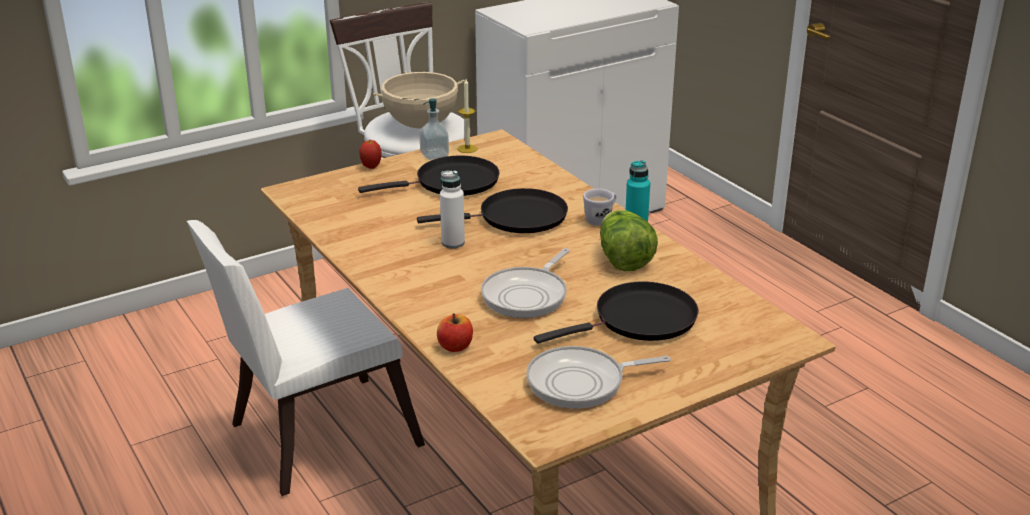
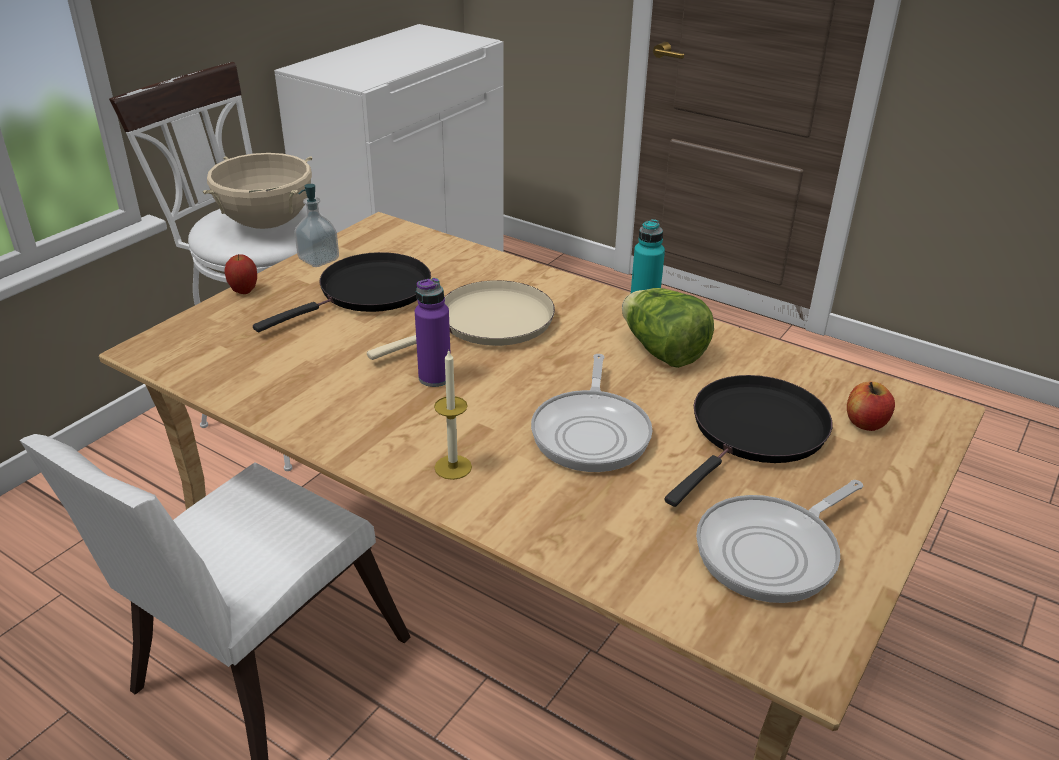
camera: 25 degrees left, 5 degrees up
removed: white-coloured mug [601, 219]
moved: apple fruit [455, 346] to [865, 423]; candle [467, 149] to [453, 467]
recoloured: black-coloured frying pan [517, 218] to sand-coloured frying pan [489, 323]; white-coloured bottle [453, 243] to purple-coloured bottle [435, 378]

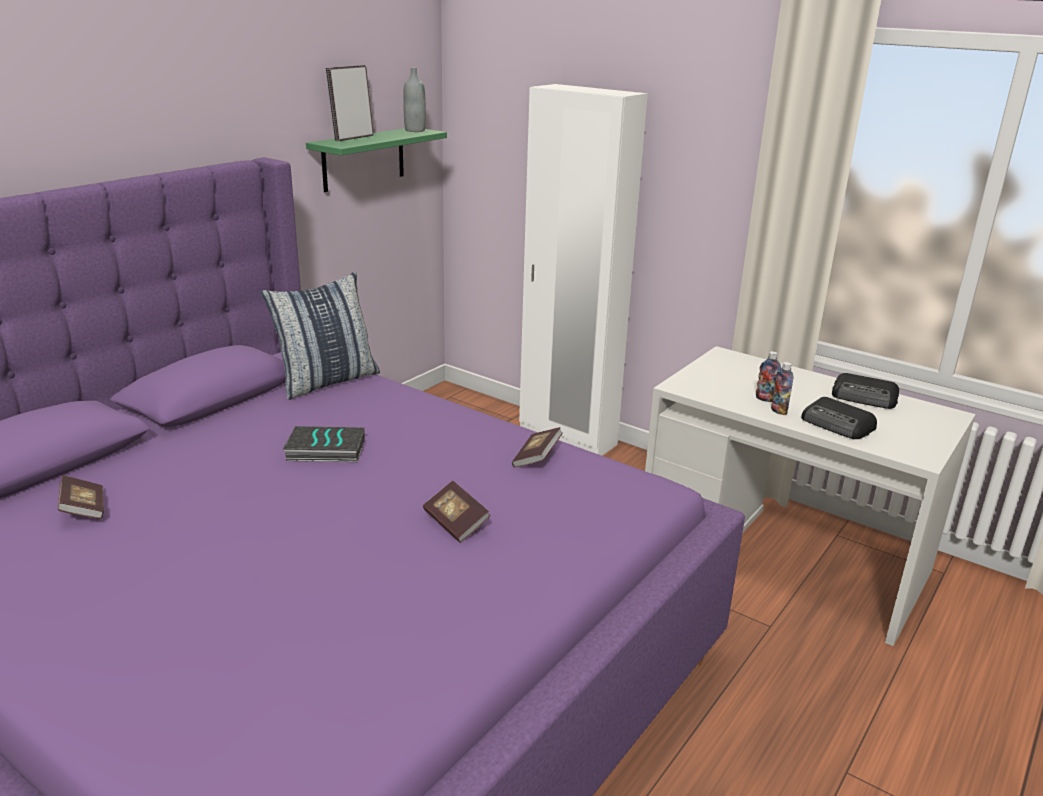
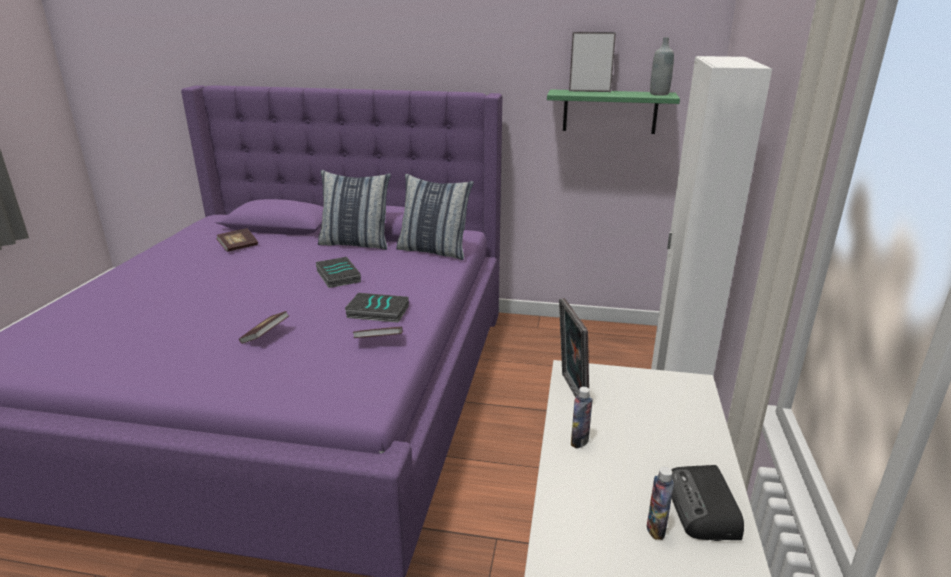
camera: 65 degrees right, 0 degrees up
removed: radio set [838, 425]
added: throw pillow [356, 243]; bound book [377, 312]; standing frame [570, 392]
moved: bottle [765, 399] to [656, 529]

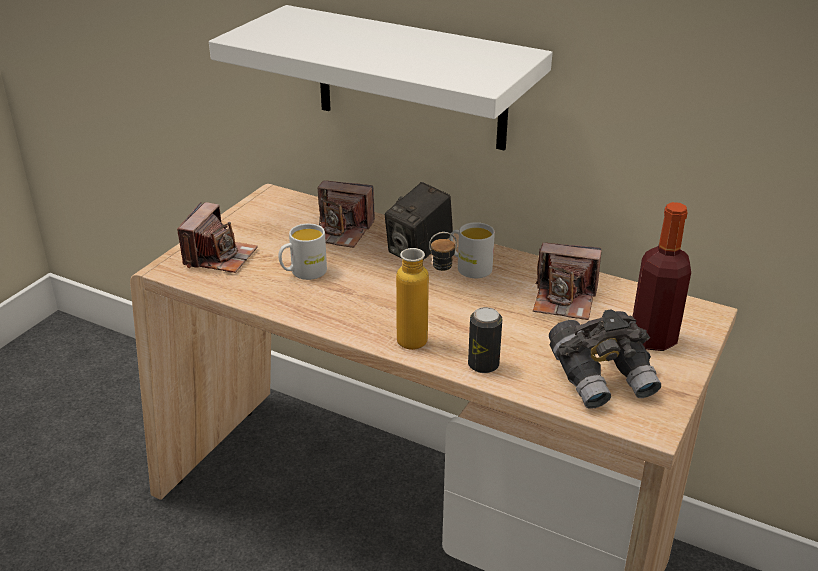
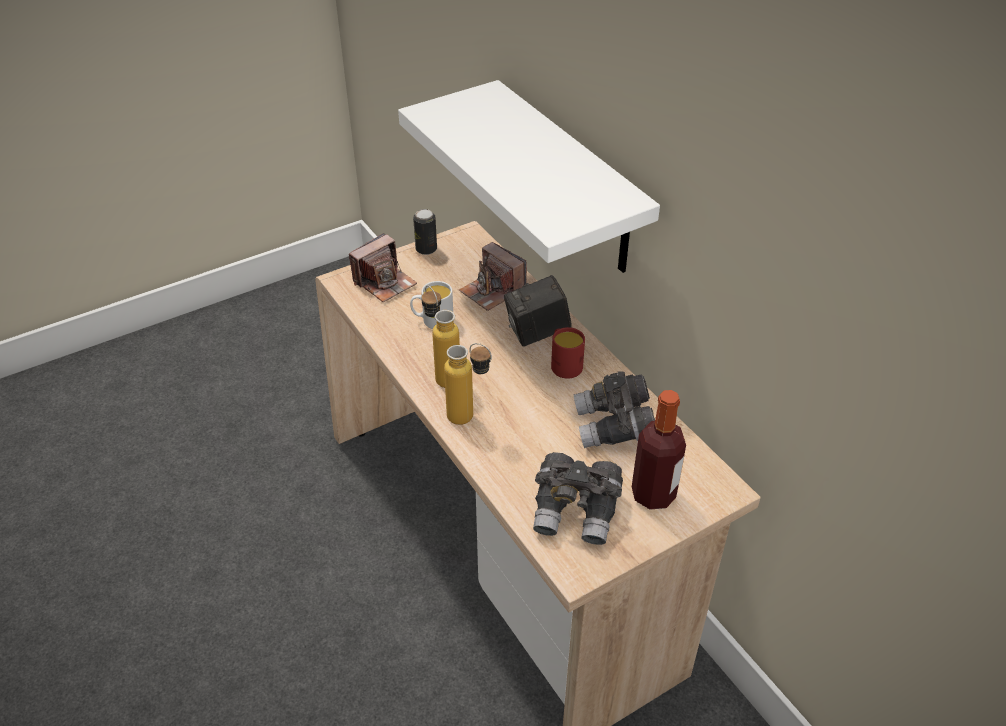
camera: 30 degrees right, 10 degrees up
added: bottle [442, 374]
moved: sealed can [483, 365] to [426, 249]
replaced: photo camera [564, 300] to grey field glasses [614, 427]
recoloured: white-coloured mug [469, 267] to red-coloured mug [564, 364]

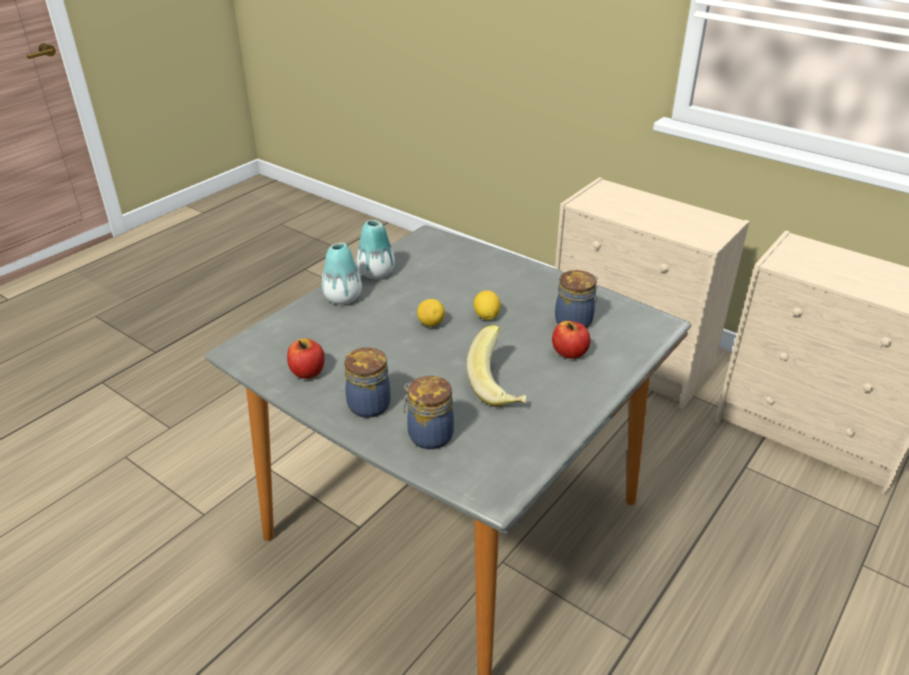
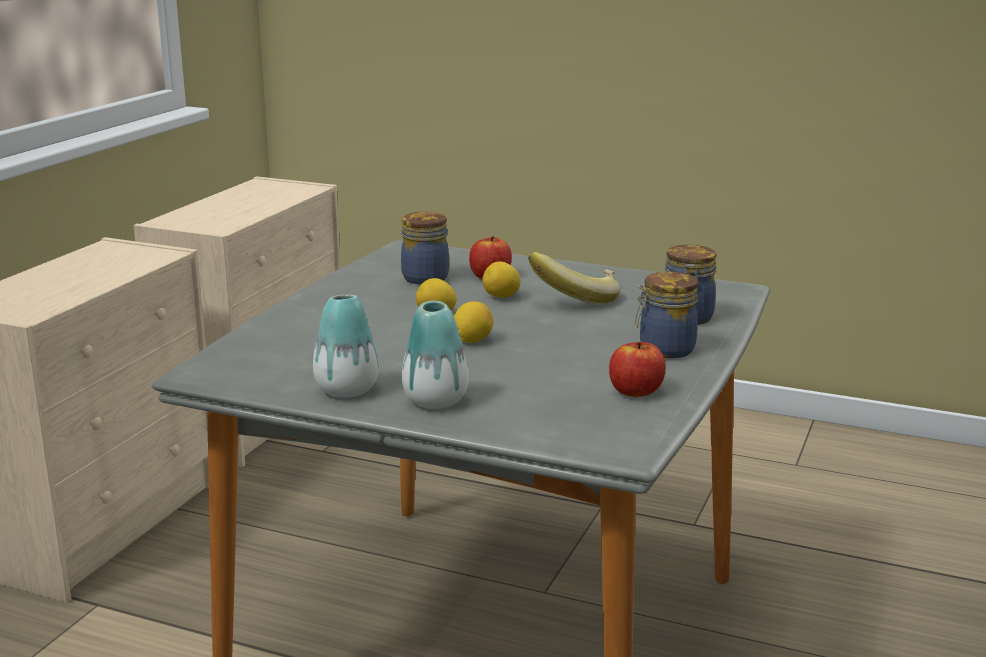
camera: 105 degrees left, 15 degrees down
added: citrus fruit [501, 297]

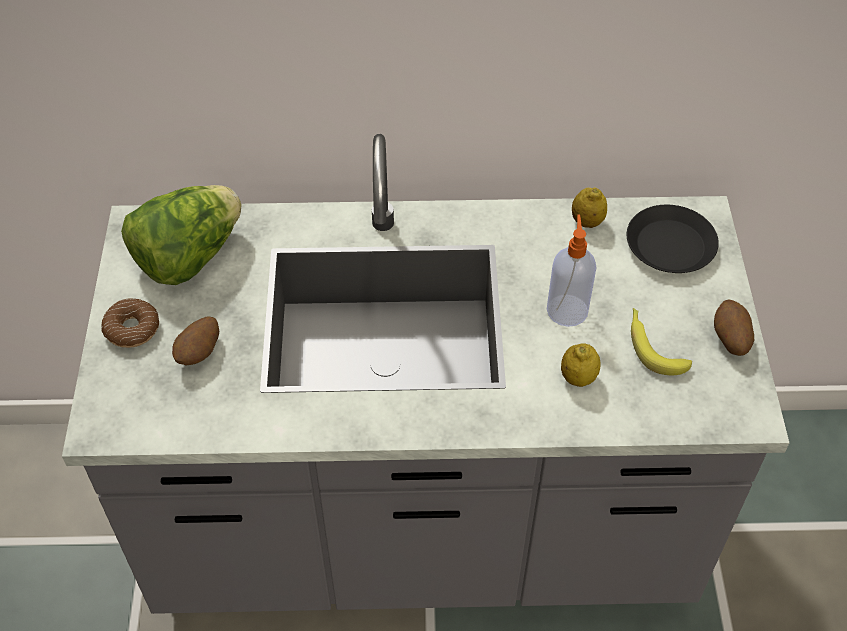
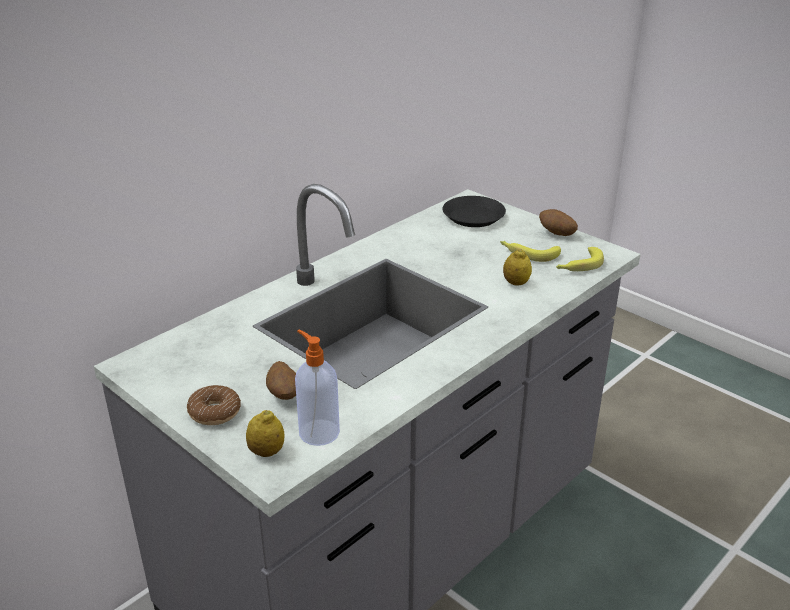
camera: 45 degrees left, 20 degrees down
removed: head of lettuce [189, 257]
added: banana [578, 266]
moved: liquid soap bottle [567, 309] to [318, 432]; citrus fruit [587, 222] to [266, 452]

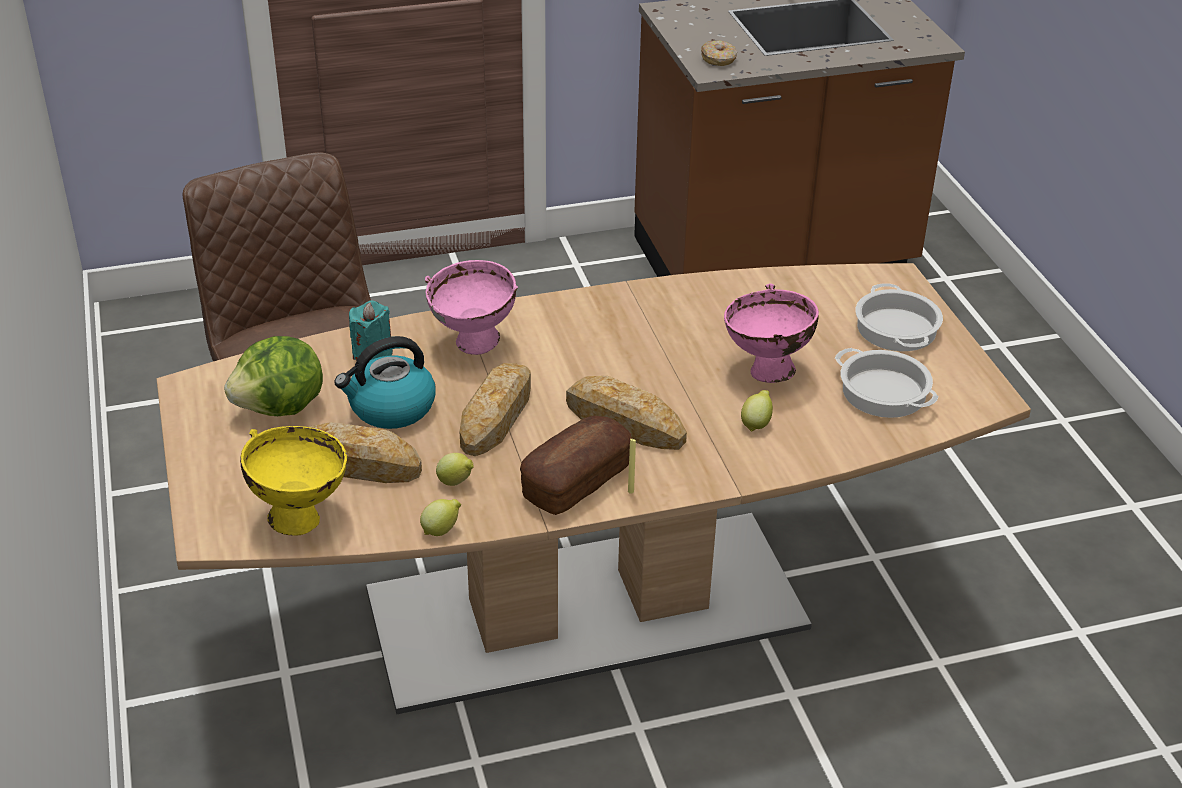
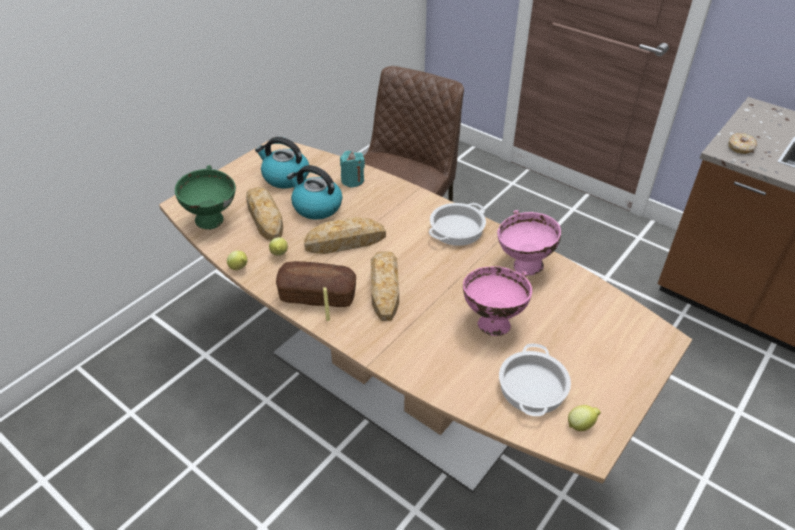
camera: 55 degrees right, 5 degrees up
moved: pink serving bowl [475, 345] to [524, 267]; citrus fruit [756, 423] to [581, 425]; cooking pot [895, 328] to [456, 229]
replaced: head of lettuce [281, 408] to tea kettle [285, 177]
recoloured: yellow-coloured serving bowl [300, 518] to green-coloured serving bowl [213, 221]

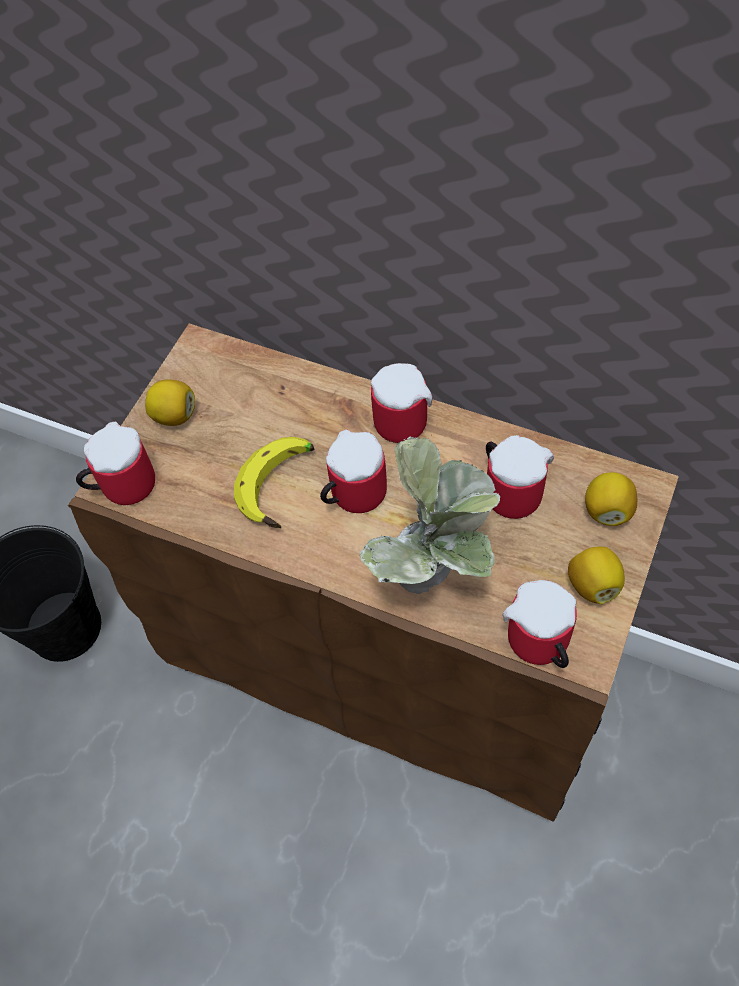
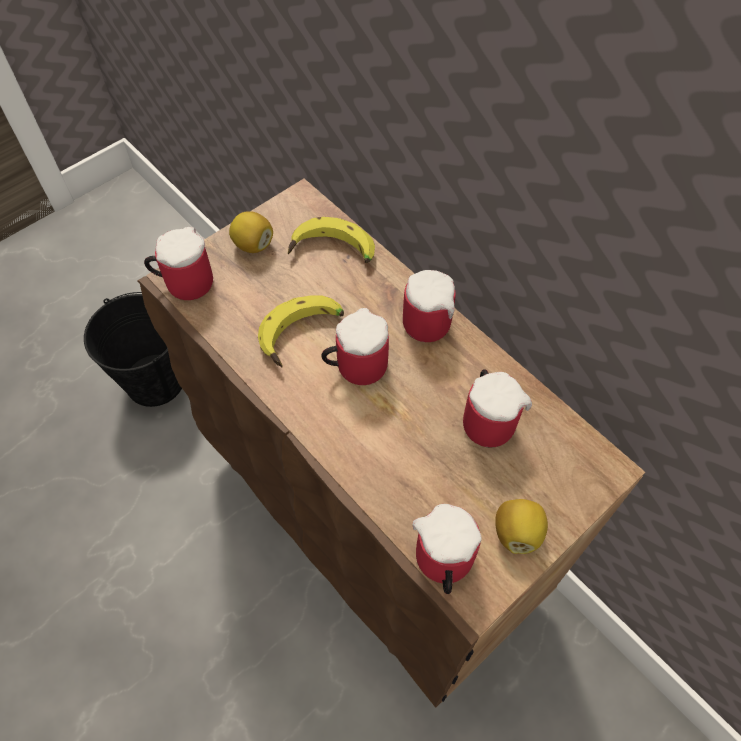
camera: 20 degrees right, 0 degrees up
removed: houseplant [436, 577]; citrus fruit [607, 510]
added: banana [332, 252]

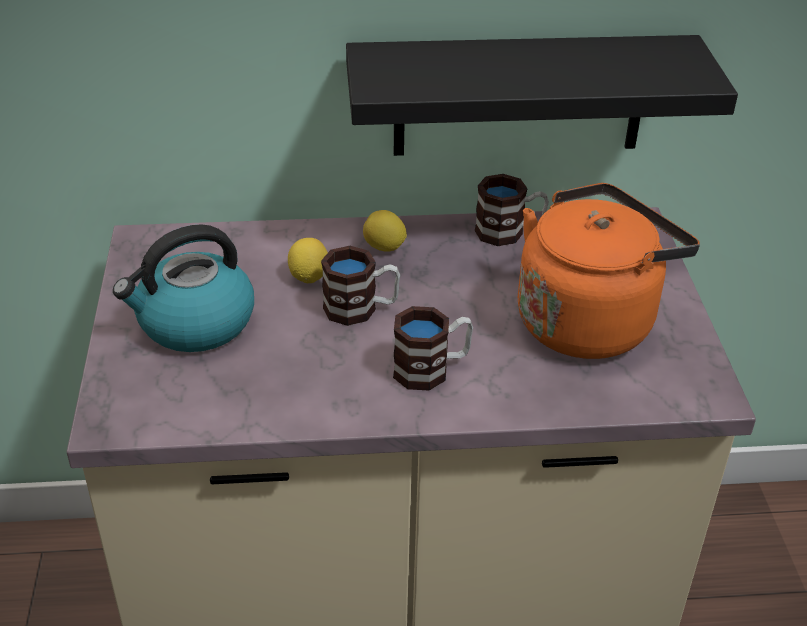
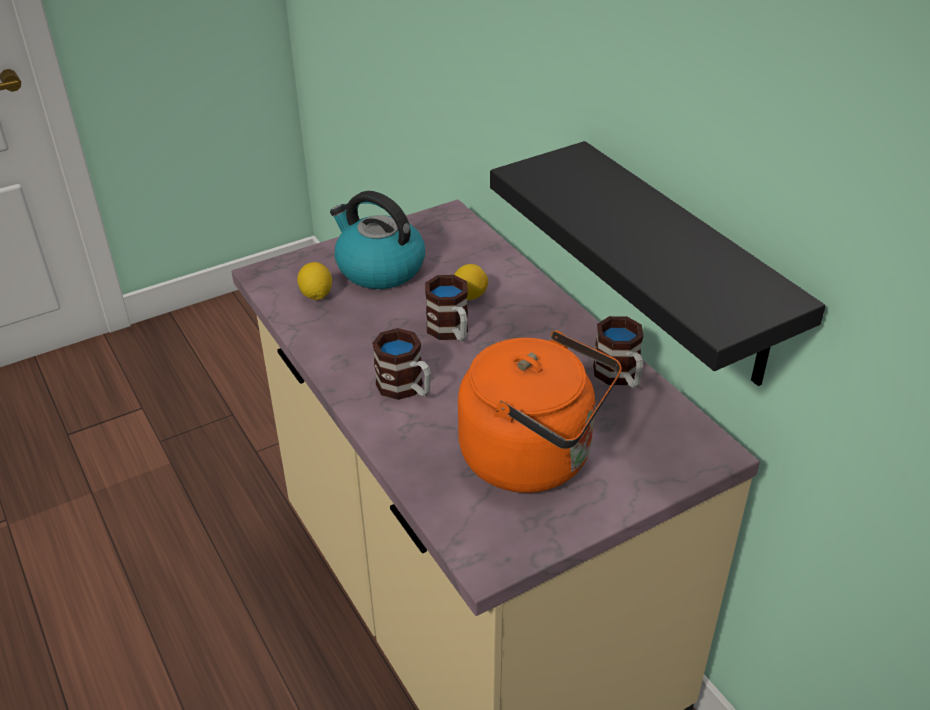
camera: 65 degrees right, 0 degrees up
moved: citrus fruit [384, 248] to [316, 295]

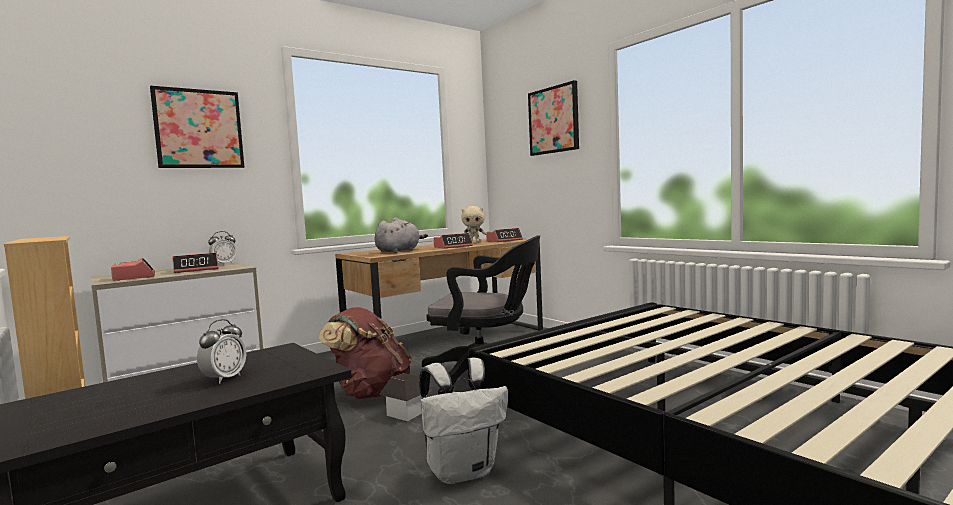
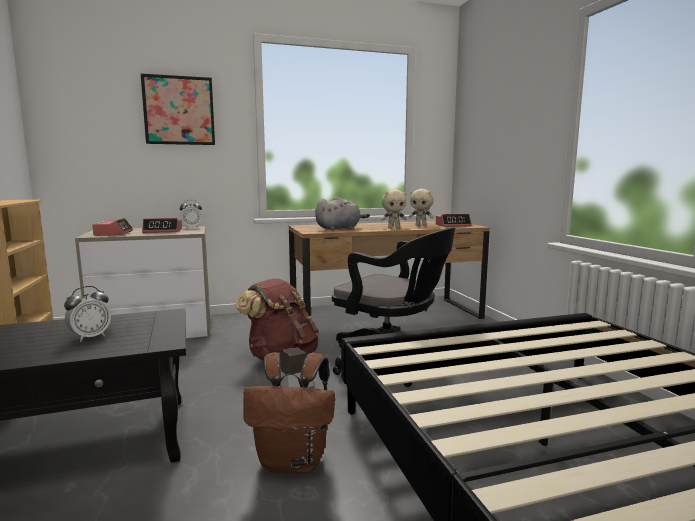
camera: 20 degrees right, 5 degrees up
removed: picture [554, 120]
replaced: bedside clock [453, 247] to sand-coloured plush toy [393, 228]
recoloured: white-coloured knapsack [463, 471] to brown-coloured knapsack [293, 461]

